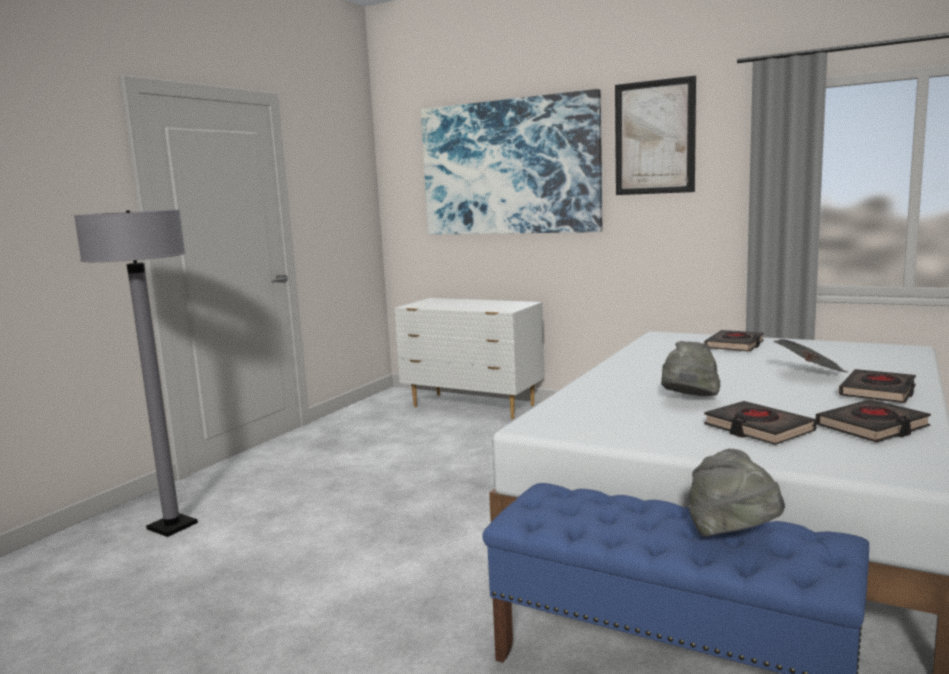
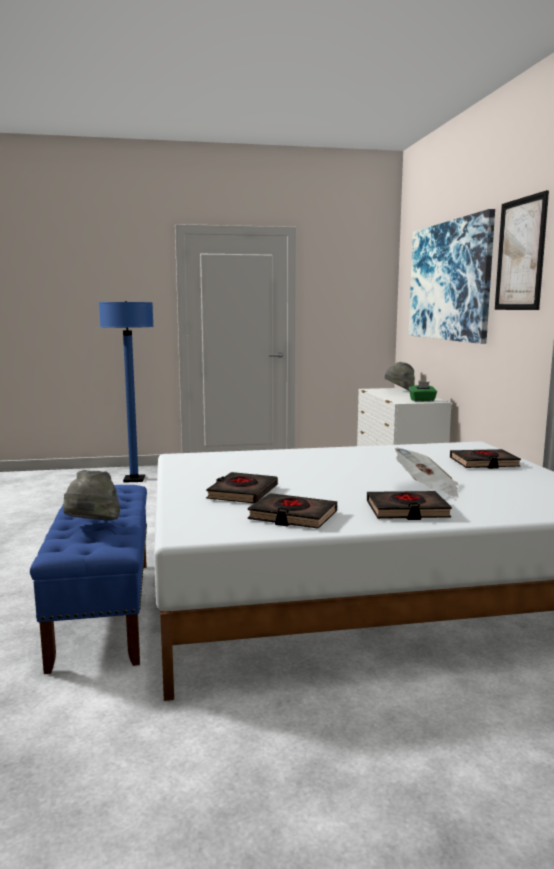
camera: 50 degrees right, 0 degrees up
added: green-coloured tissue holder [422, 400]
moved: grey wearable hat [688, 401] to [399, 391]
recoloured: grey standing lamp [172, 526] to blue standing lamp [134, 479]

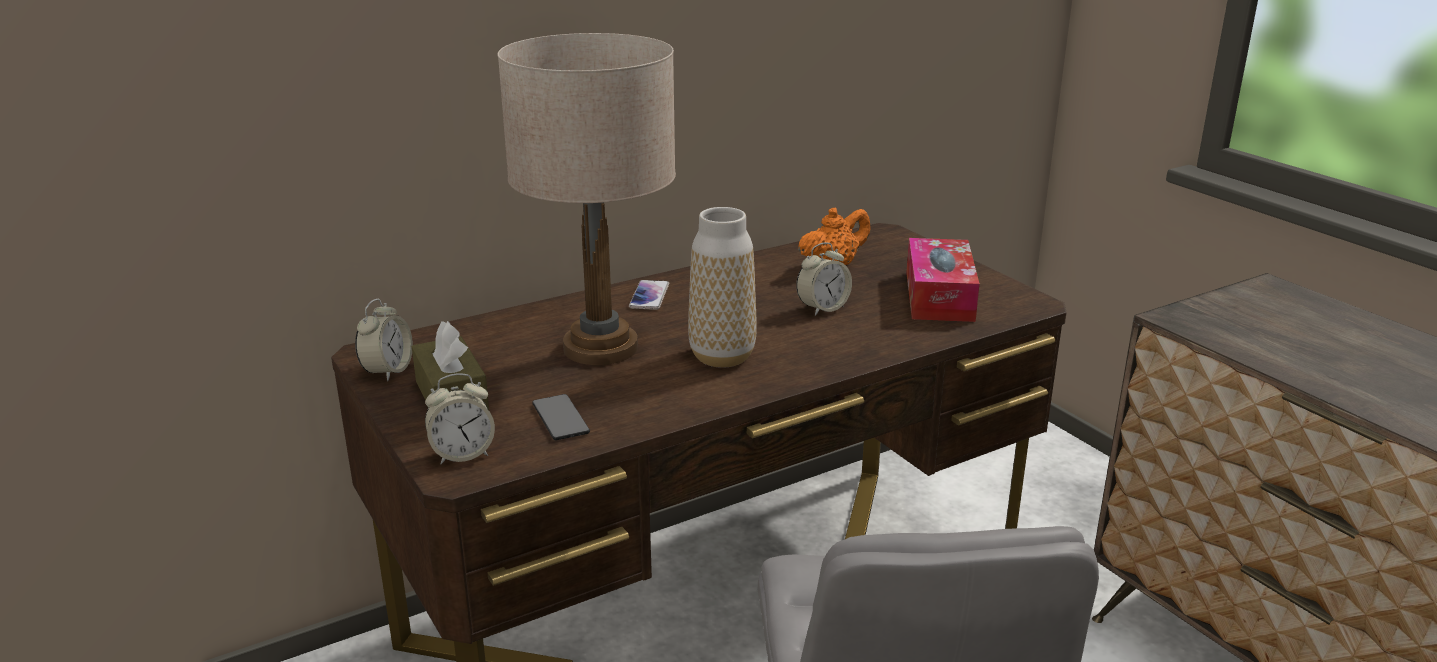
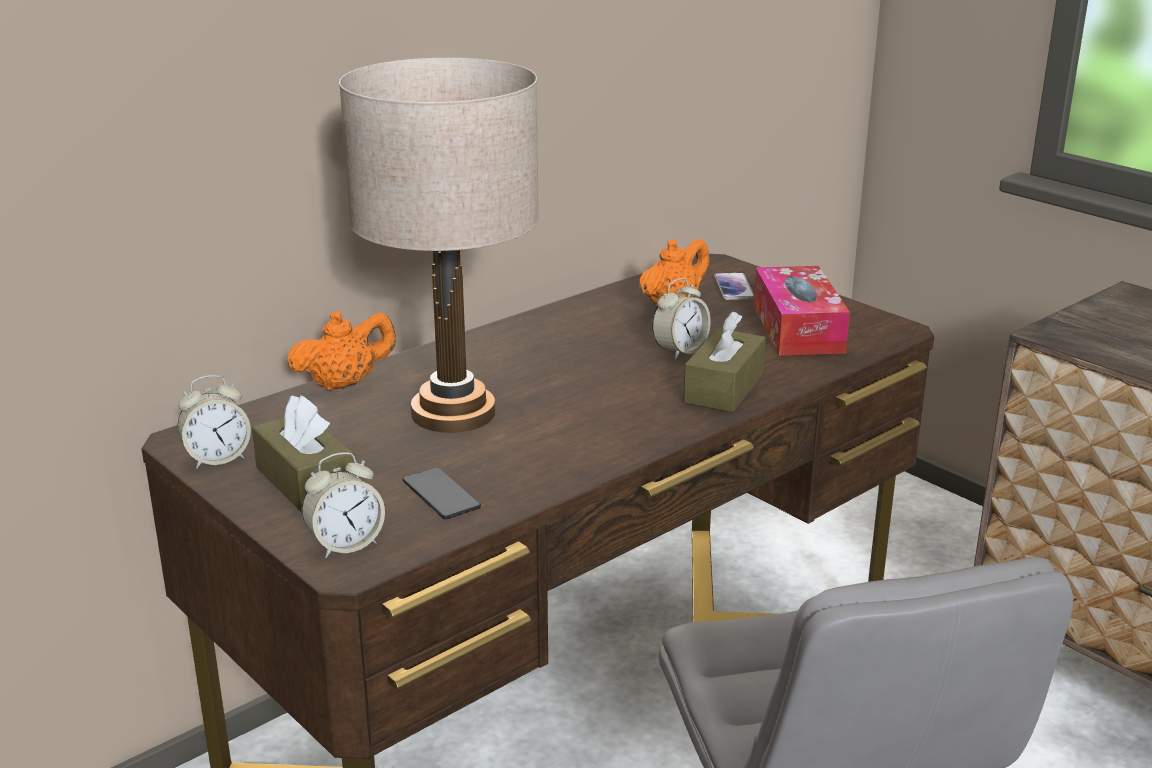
camera: 10 degrees left, 0 degrees up
removed: vase [722, 357]
added: orangey tea pot [344, 384]; brown-coloured tissue holder [724, 388]
moved: handset [649, 296] to [734, 288]
turned: bedside clock [388, 371] = [217, 459] 60 degrees clockwise

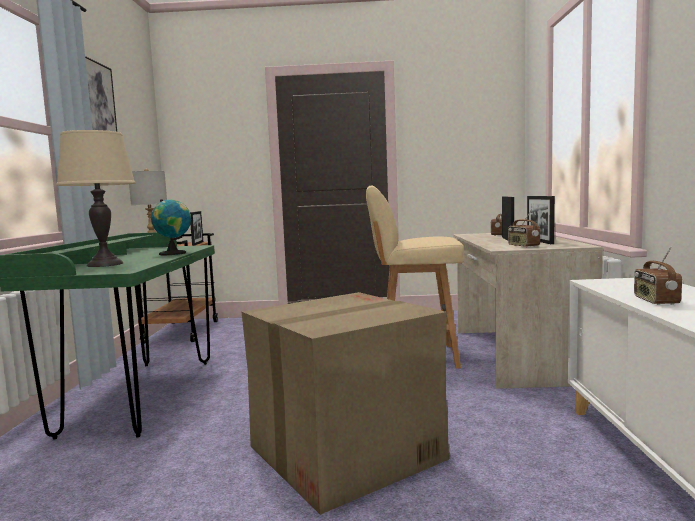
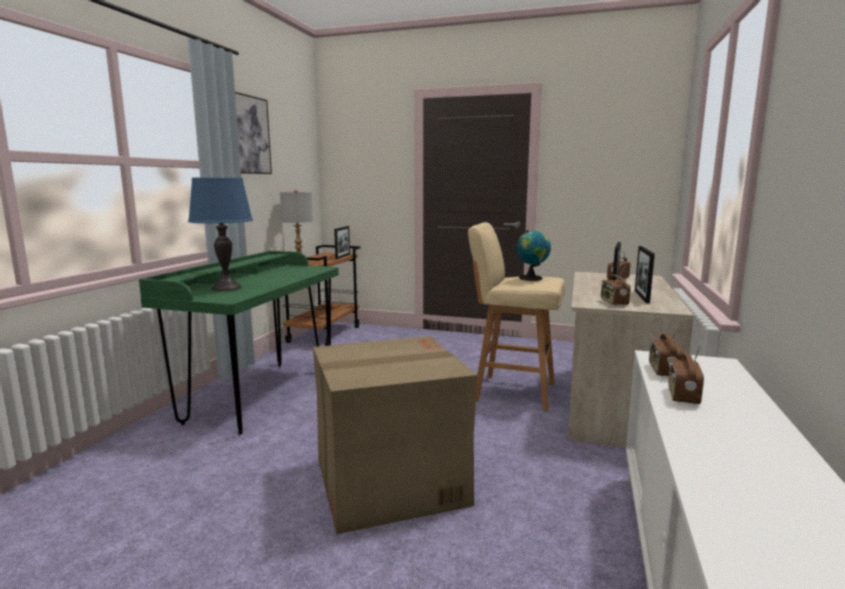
camera: 15 degrees right, 5 degrees up
added: radio set [663, 371]
moved: world globe [174, 253] to [532, 278]
recoloured: sand-coloured lamp for a table [105, 264] to blue lamp for a table [226, 288]

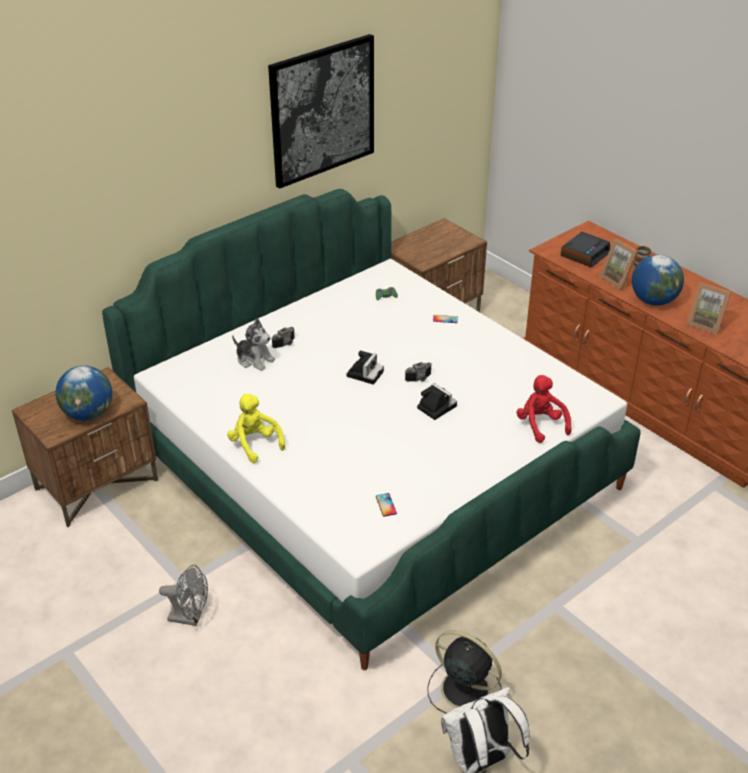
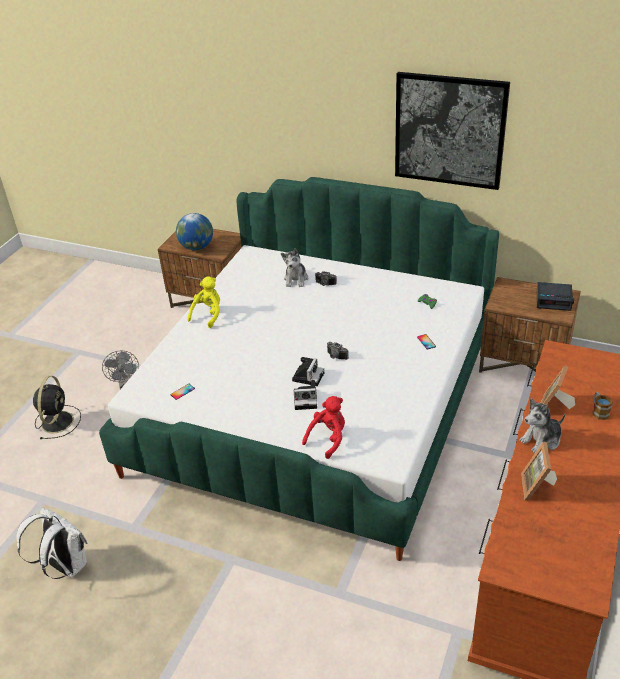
camera: 65 degrees right, 0 degrees up
moved: photo camera [365, 373] to [307, 399]; black-coloured electric fan [463, 688] to [58, 421]; bedside clock [585, 254] to [554, 300]
replaced: world globe [653, 301] to plush toy [541, 440]

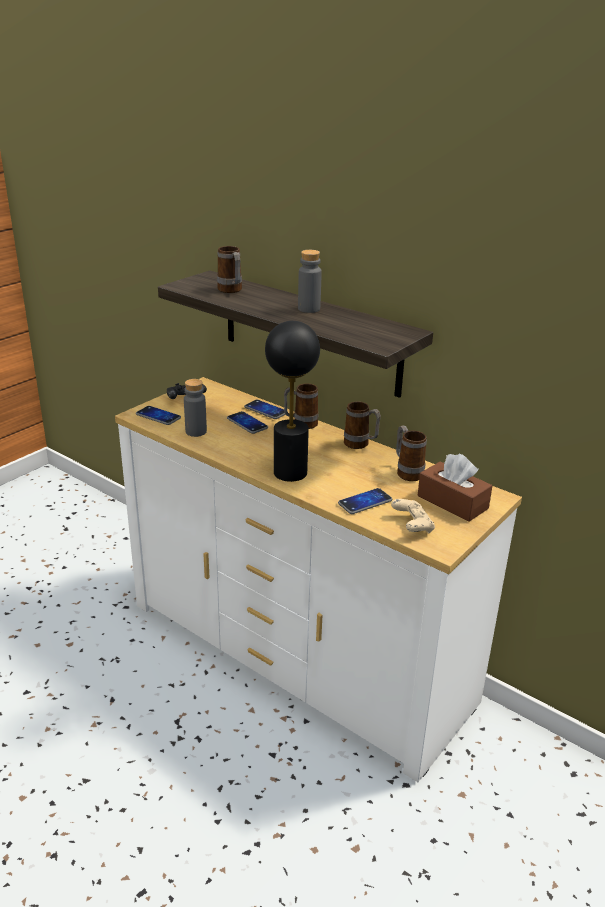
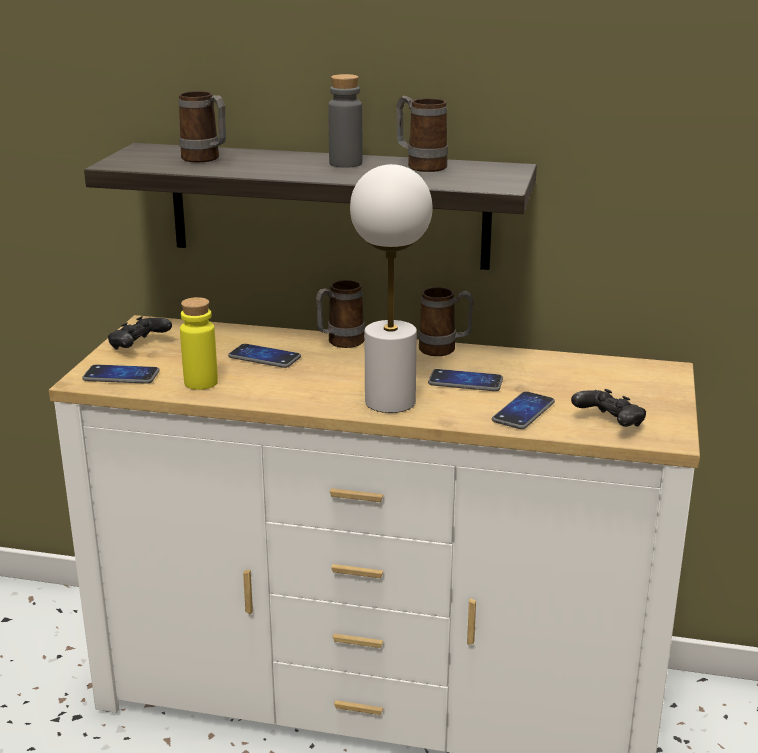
camera: 25 degrees left, 5 degrees down
removed: brown-coloured tissue holder [452, 502]
moved: handset [265, 410] to [465, 382]; mug [407, 472] to [420, 166]
recoloured: grey bottle [196, 431] to yellow-coloured bottle [201, 383]; black-coloured lamp for a table [290, 473] to white-coloured lamp for a table [391, 402]; sand-coloured joypad [412, 526] to black-coloured joypad [609, 423]

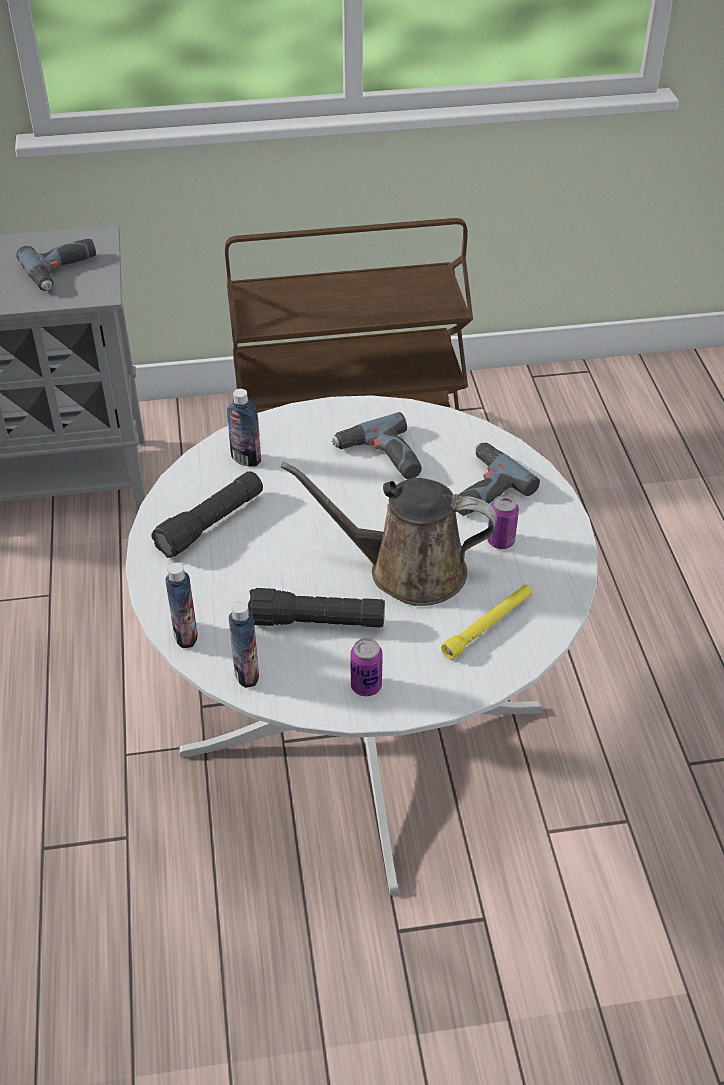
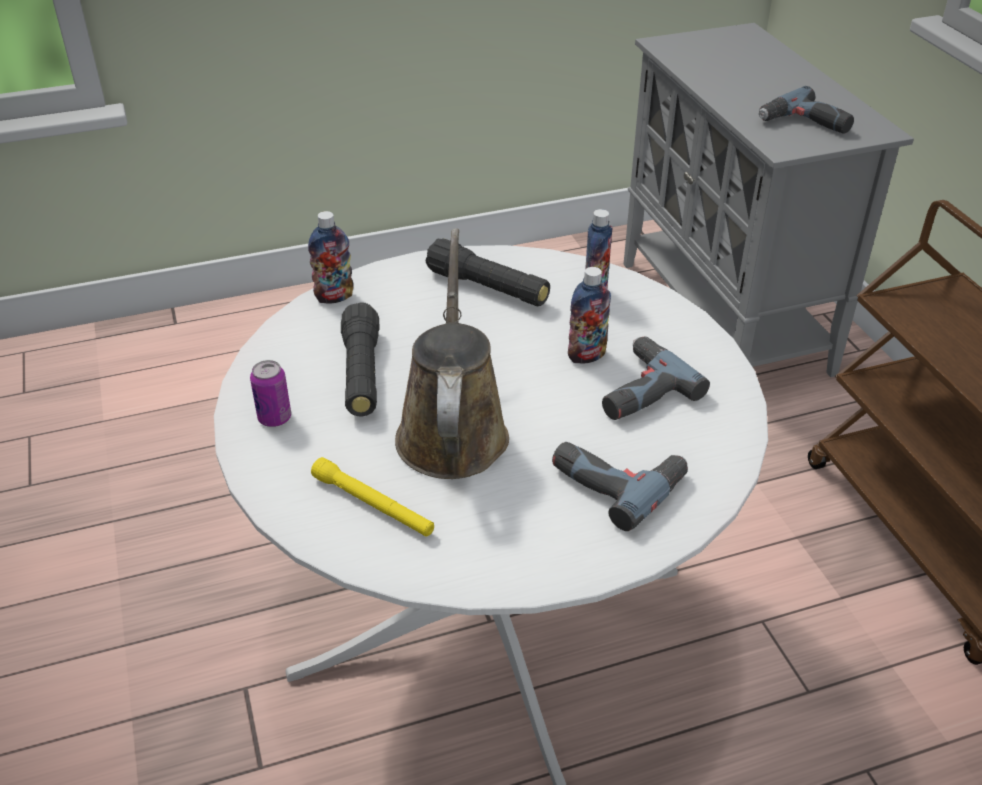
camera: 80 degrees right, 5 degrees down
removed: sealed can [500, 541]
moved: bottle [246, 673] to [586, 355]

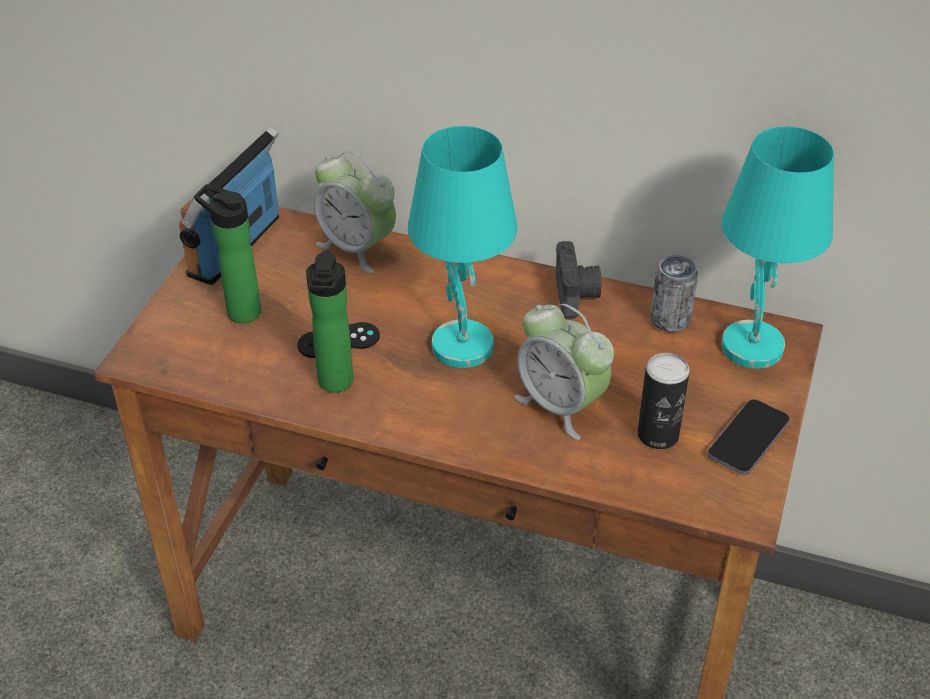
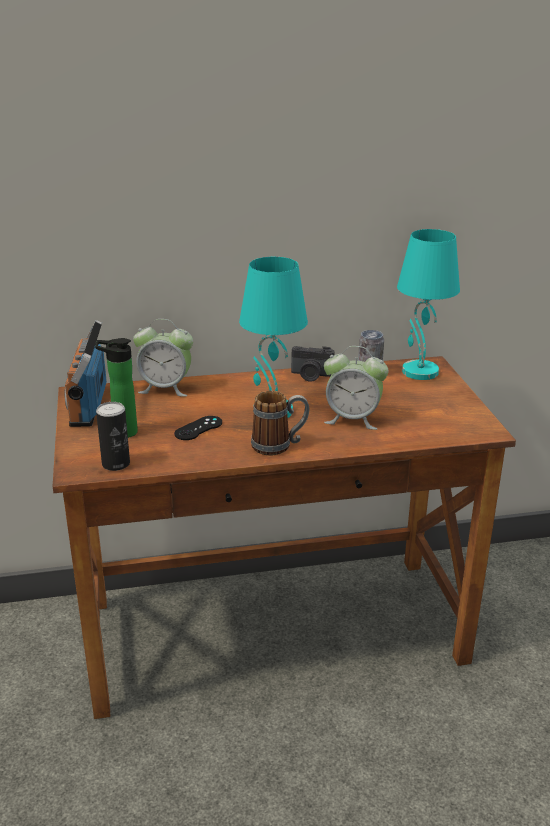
camera: 30 degrees left, 15 degrees down
removed: bottle [335, 385]; handset [748, 439]
added: mug [279, 445]
moved: sealed can [658, 435] to [116, 464]
turned: photo camera [576, 295] = [311, 376] 135 degrees clockwise

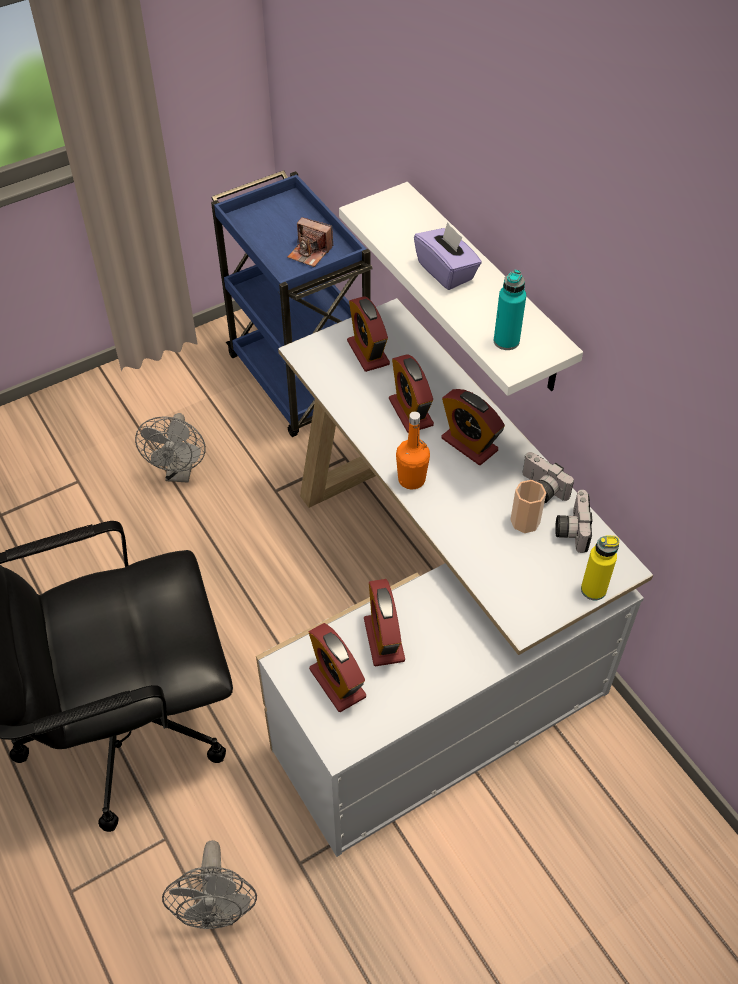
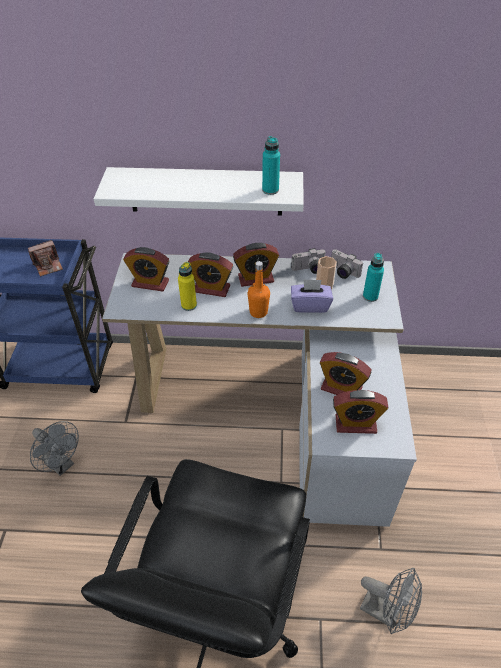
camera: 55 degrees left, 5 degrees down
added: turquoise bottle [370, 296]
moved: purple-coloured tissue holder [446, 271] to [310, 305]; yellow-coloured bottle [593, 589] to [189, 305]

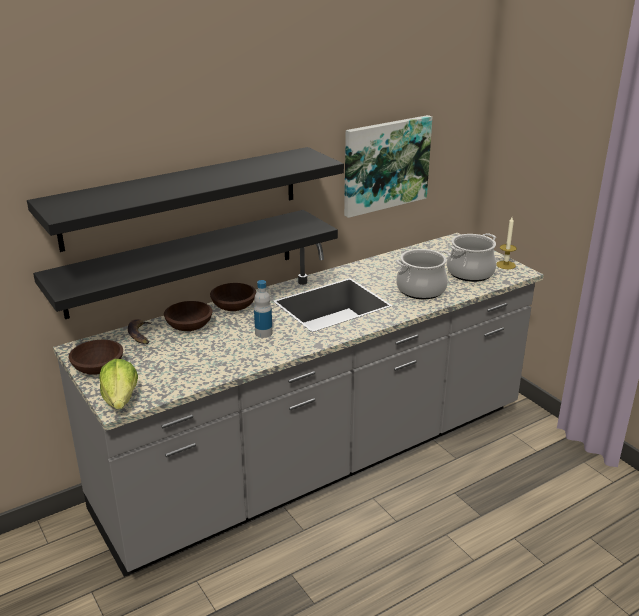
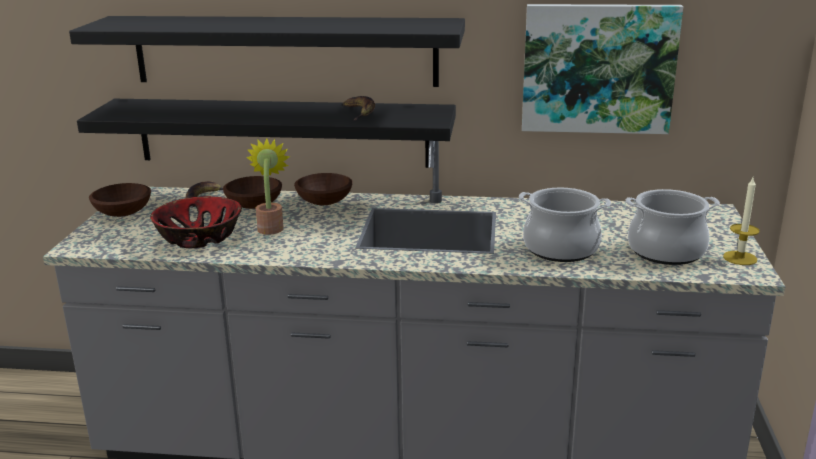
camera: 40 degrees right, 5 degrees down
removed: head of lettuce [121, 400]; bottle [263, 333]
added: serving bowl [199, 237]; houseplant [271, 227]; banana [359, 112]

